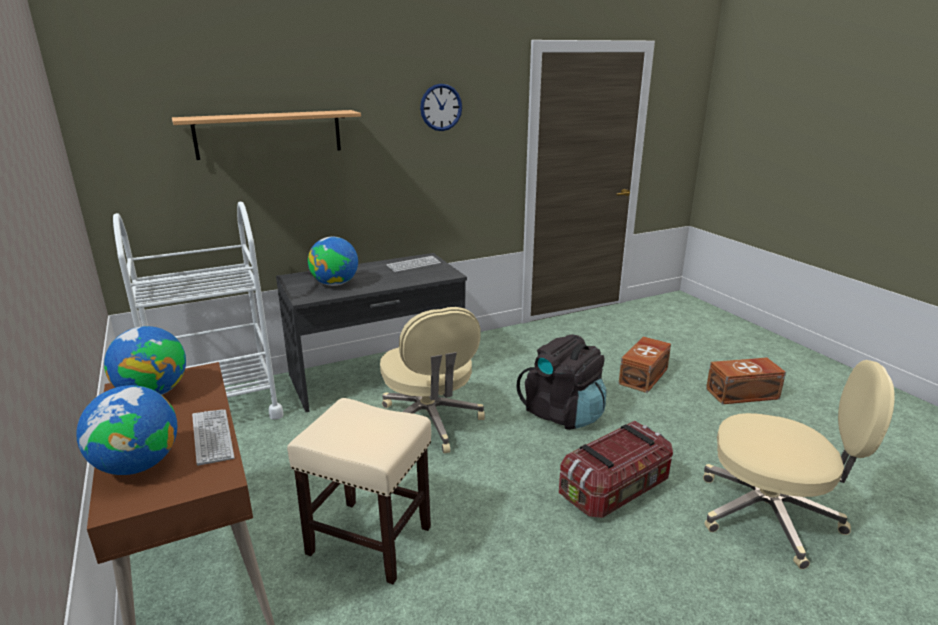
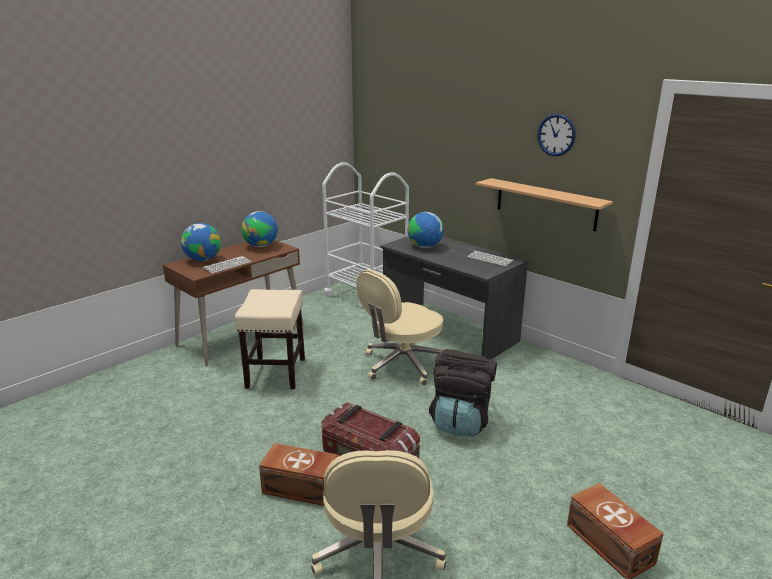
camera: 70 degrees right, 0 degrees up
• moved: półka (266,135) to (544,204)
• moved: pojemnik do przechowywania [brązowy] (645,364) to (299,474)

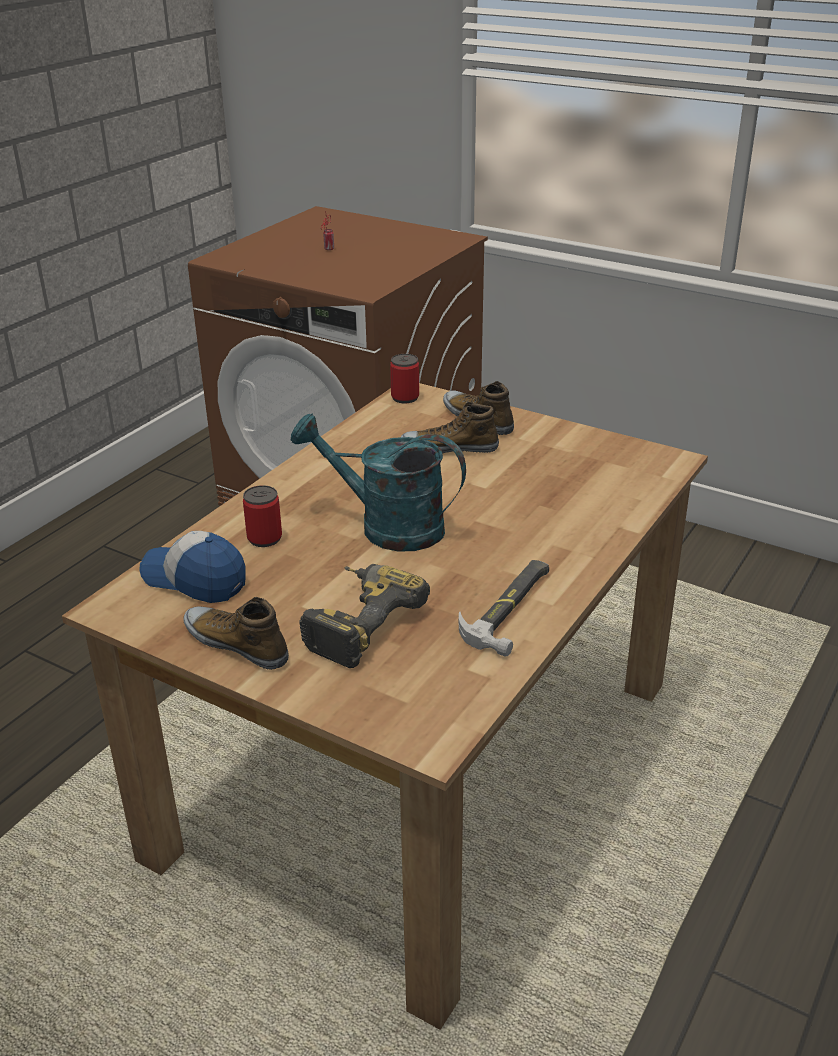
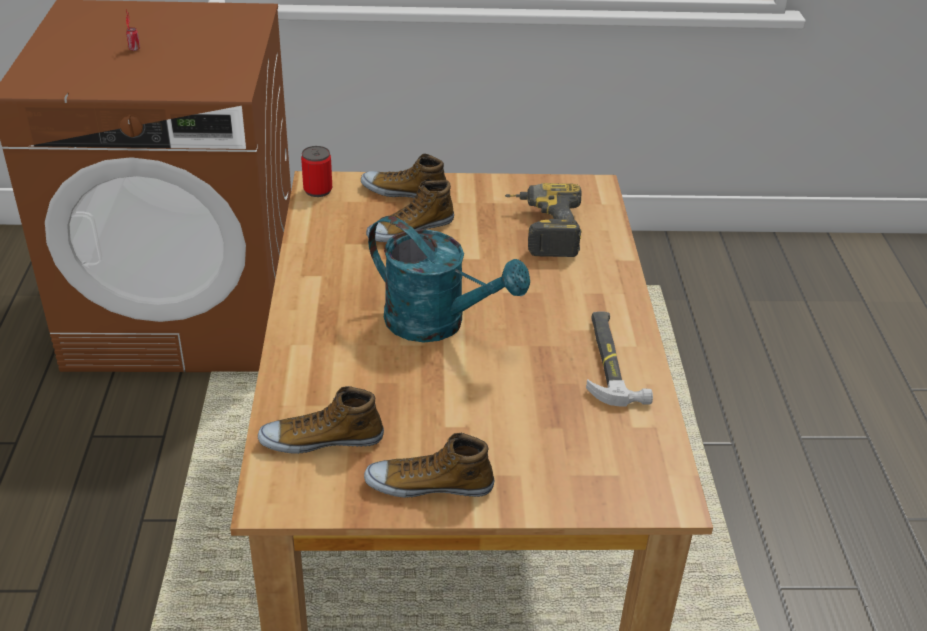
camera: 35 degrees left, 5 degrees up
• replaced: czapka z daszkiem (192,567) to but (321,420)
• removed: puszka (262,516)
• turned: konewka [turkusowy] (378,482) = (449,279) 135 degrees counterclockwise
• moved: wiertarka (364,616) to (543,220)

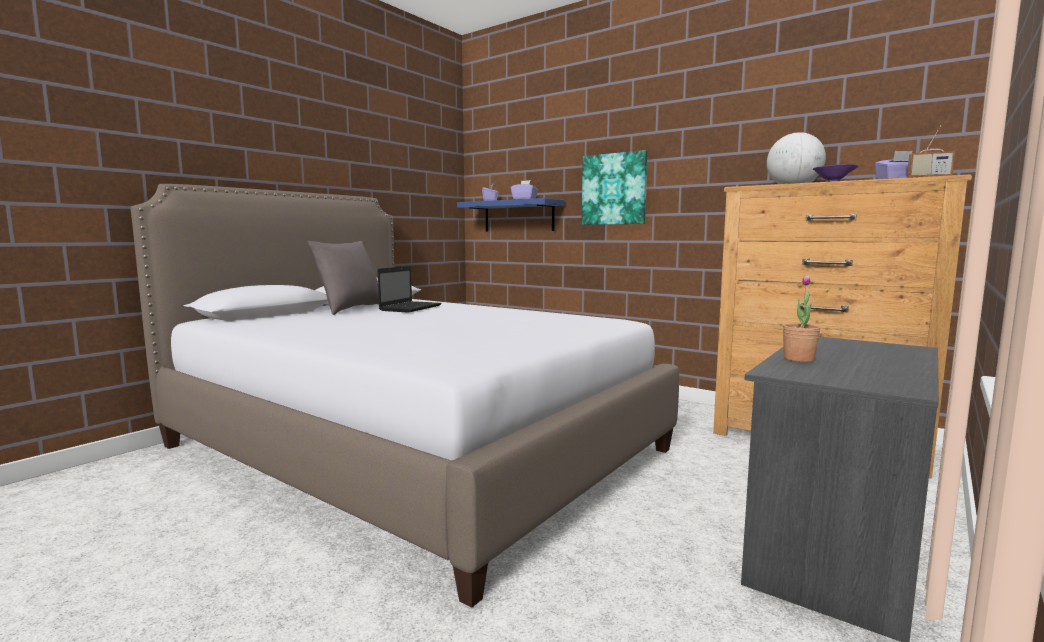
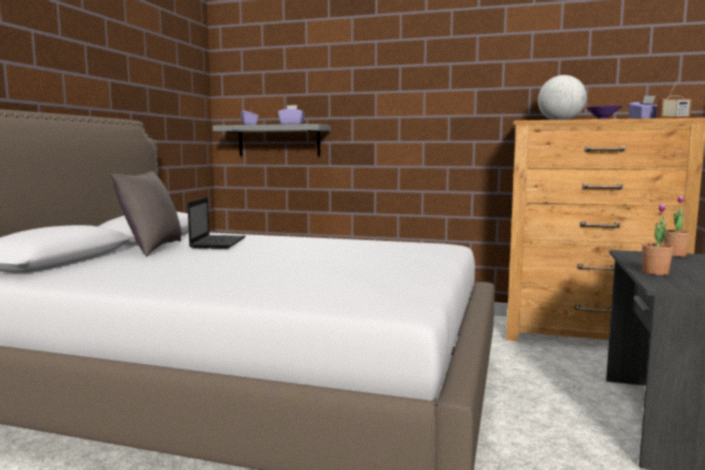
camera: 20 degrees left, 0 degrees up
• recoloured: półka [niebieski] (510,214) to półka [szary] (272,140)
• removed: obraz (615,187)
• added: roślina doniczkowa (677,226)

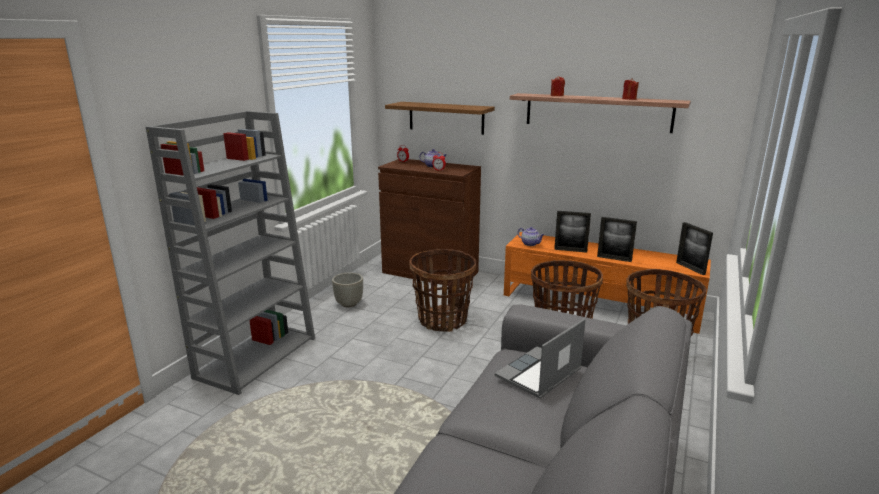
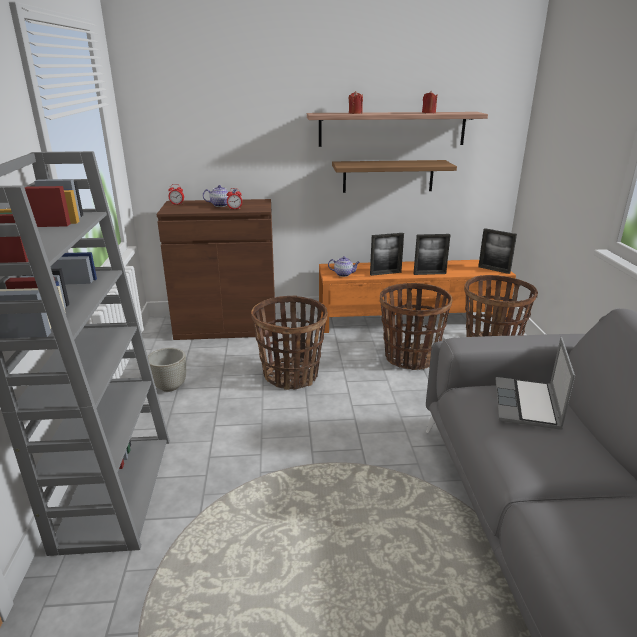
camera: 30 degrees left, 5 degrees up
• moved: półka (440,118) to (394,176)

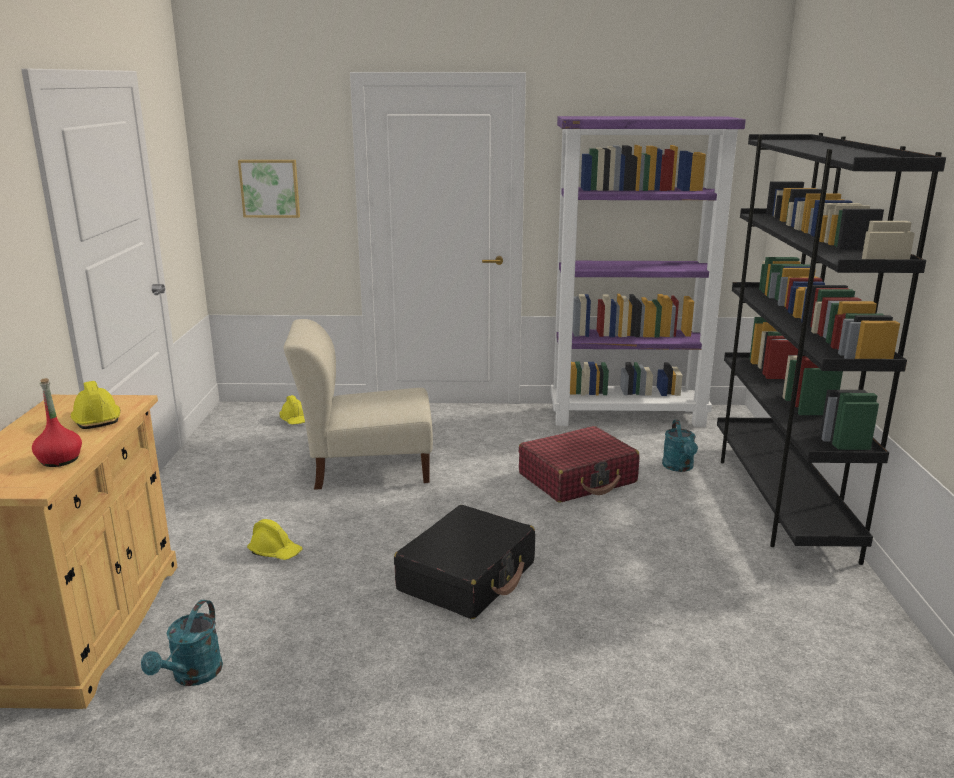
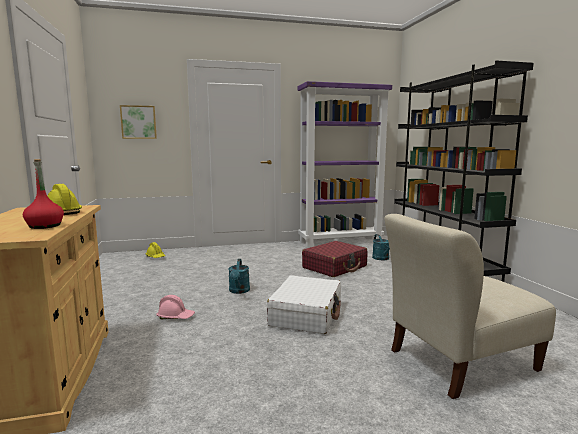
camera: 15 degrees left, 10 degrees down
• moved: konewka [turkusowy] (182,643) to (239,276)
• recoloured: kask [żółty] (275,539) to kask [różowy] (175,307)
• moved: krzesło [beżowy] (358,404) to (470,306)
• recoloured: walizka [czarny] (464,562) to walizka [biały] (304,304)

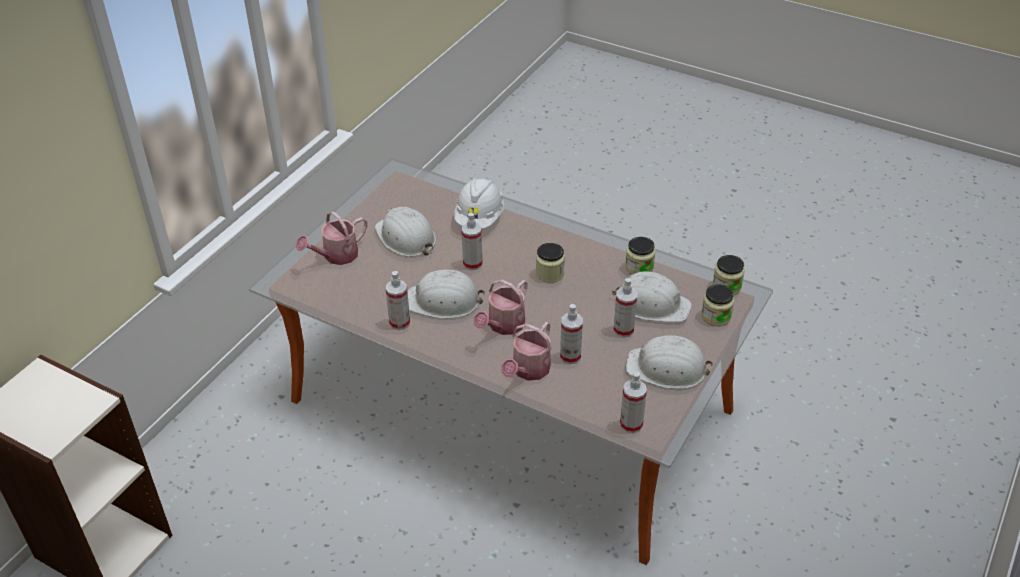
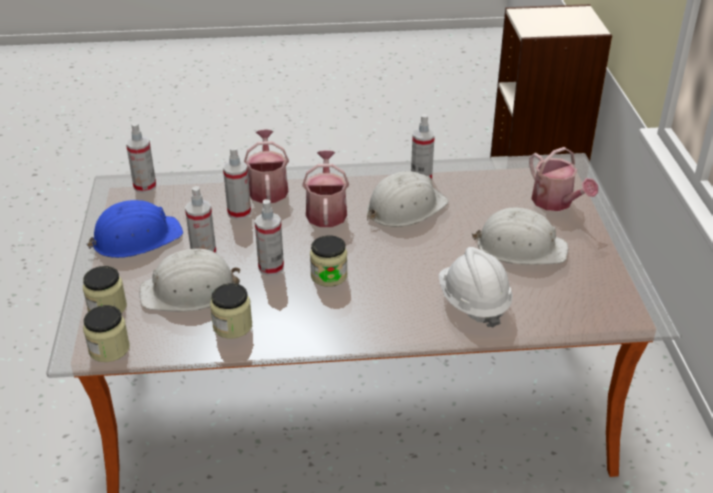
camera: 145 degrees right, 5 degrees down
• turned: konewka (331,238) = (563,179) 135 degrees clockwise
• moved: spryskiwacz (472,241) to (269,237)
• recoloured: kask [biały] (669,362) to kask [niebieski] (134,229)

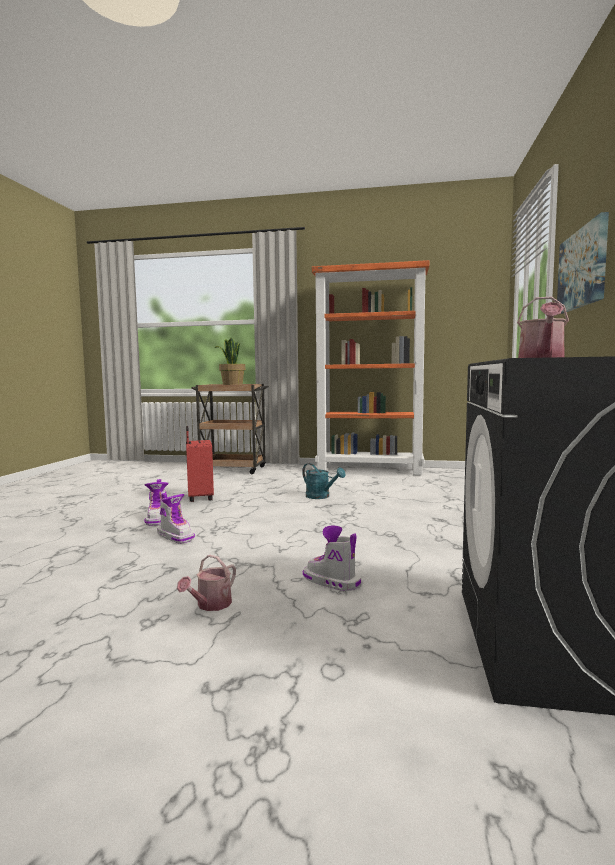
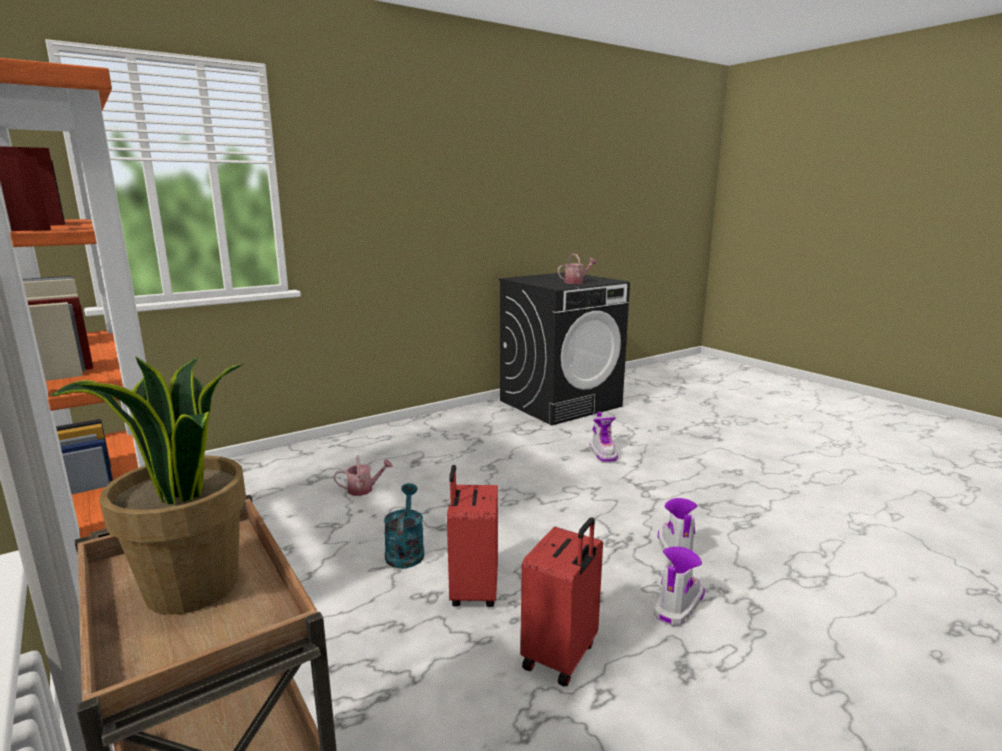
camera: 135 degrees left, 10 degrees up
• moved: konewka (206,583) to (363,475)
• removed: obraz (583,263)
• added: walizka [czerwony] (472,536)

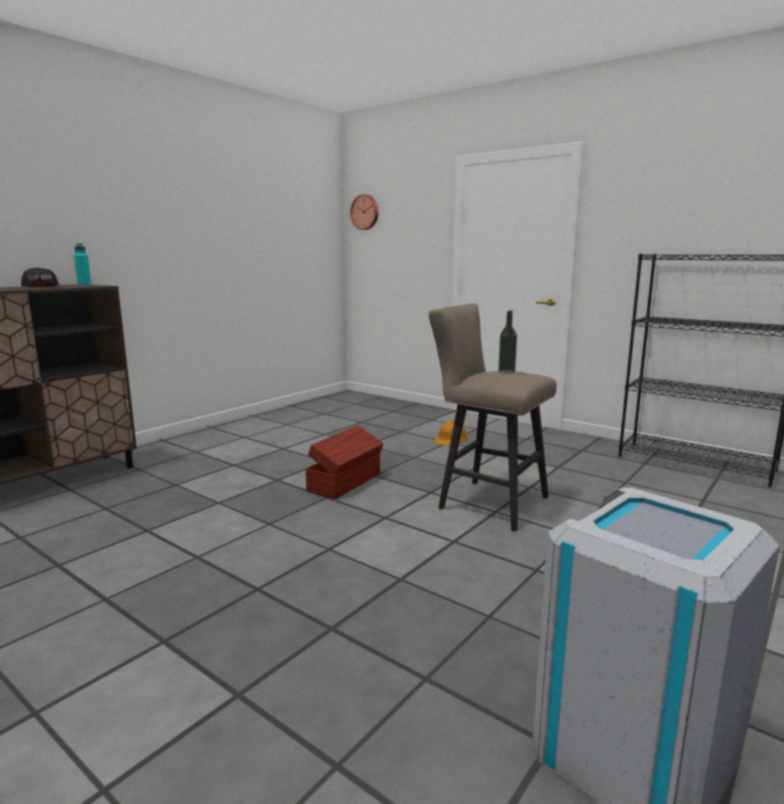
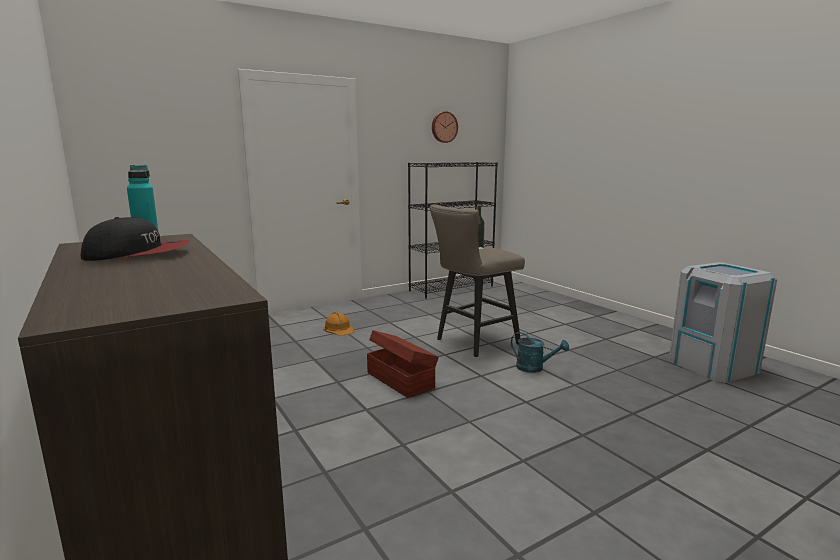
camera: 70 degrees left, 0 degrees up
• moved: zegar ścienny (364,212) to (445,127)
• added: konewka [turkusowy] (540,352)

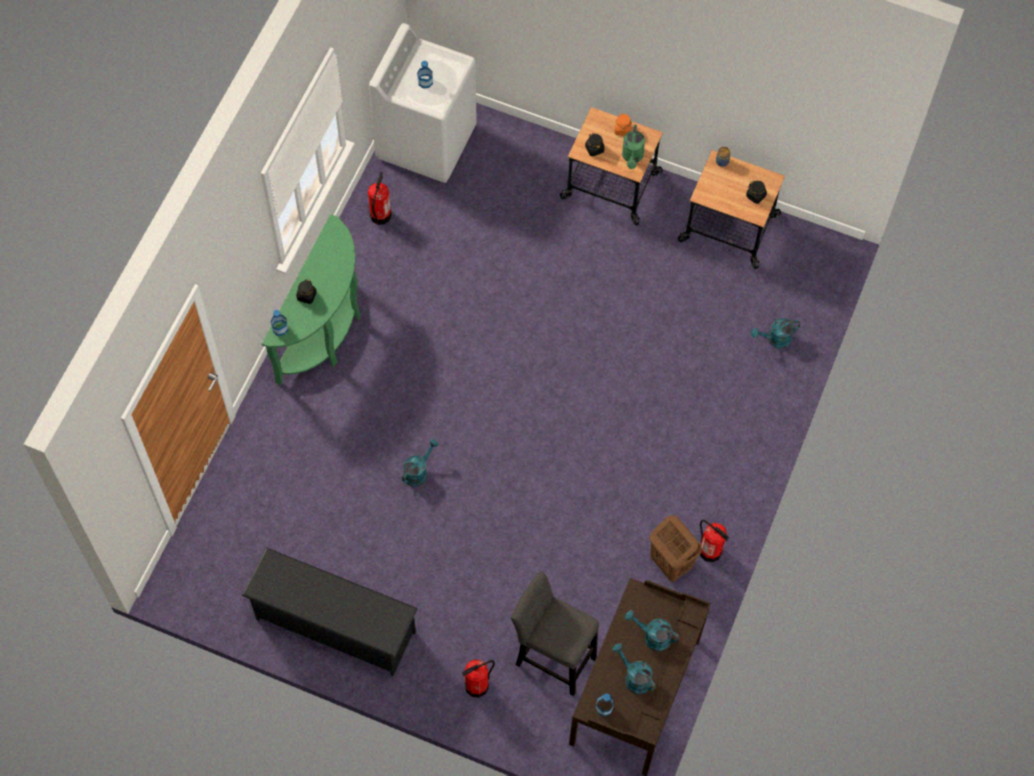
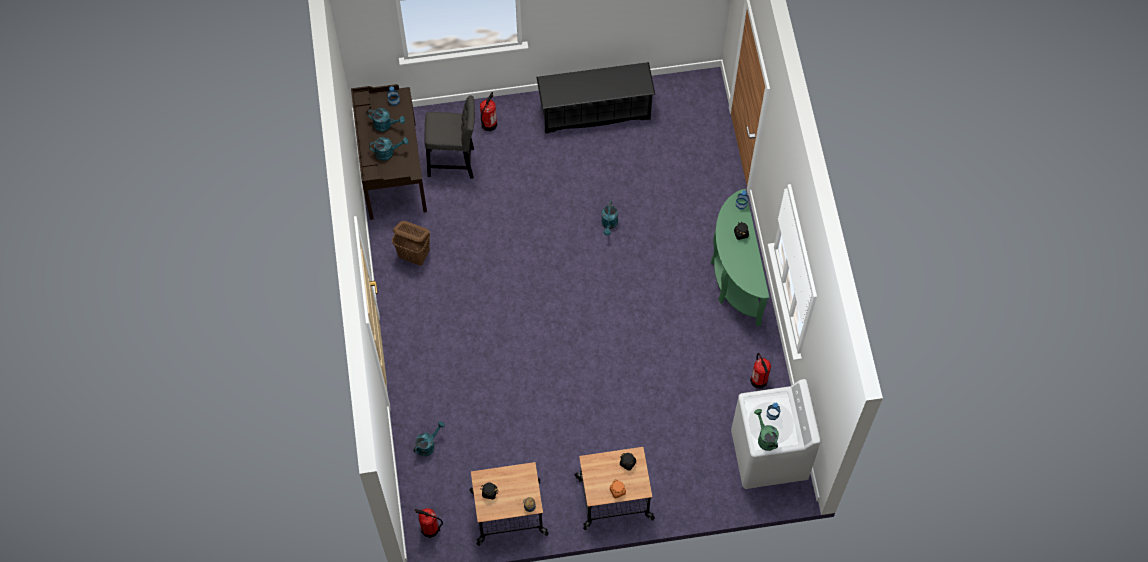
camera: 150 degrees right, 0 degrees up
• moved: konewka [zielony] (633,147) to (766,430)
• moved: gaśnica (714,541) to (429,523)

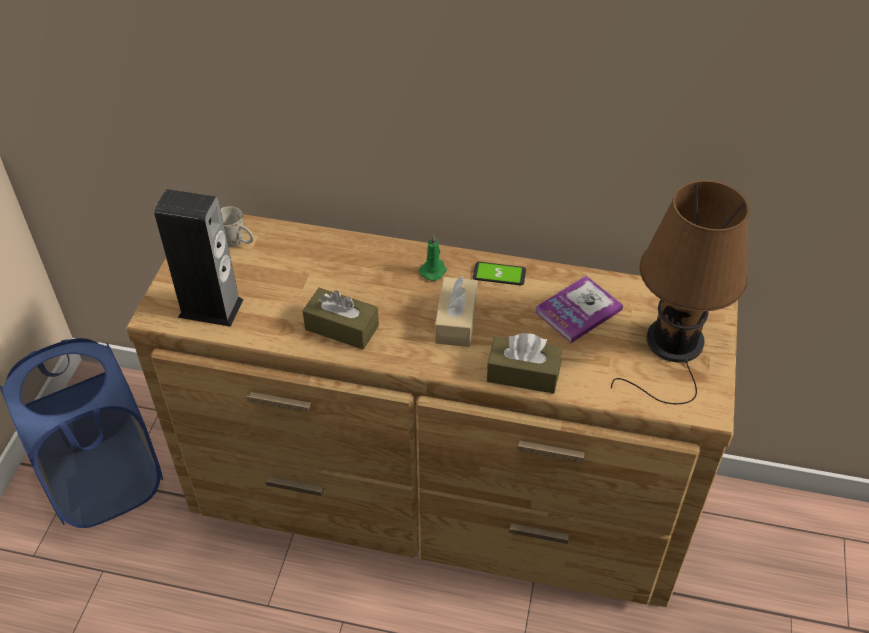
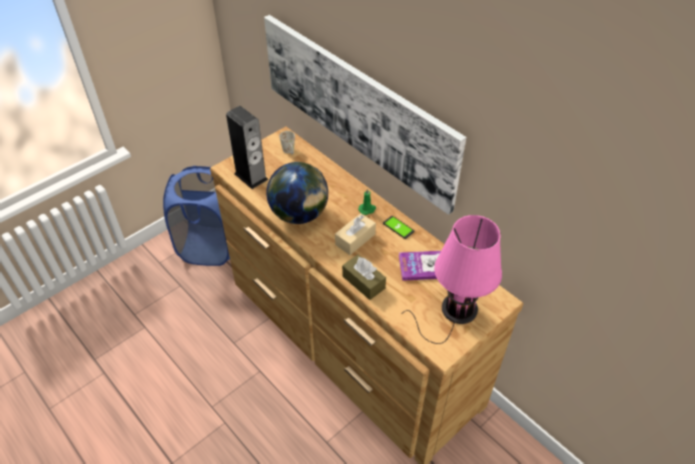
camera: 35 degrees right, 0 degrees up
• replaced: pudełko chusteczek [brązowy] (341,318) to globus (297,193)
• recoloured: lampa stołowa [brązowy] (680,292) to lampa stołowa [różowy] (451,279)
• added: obraz (365,115)

